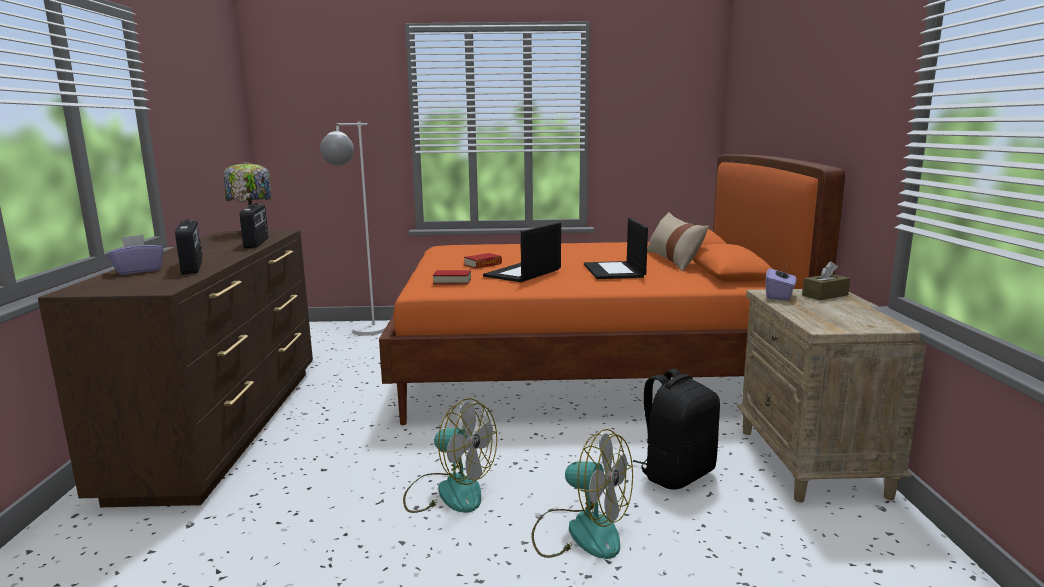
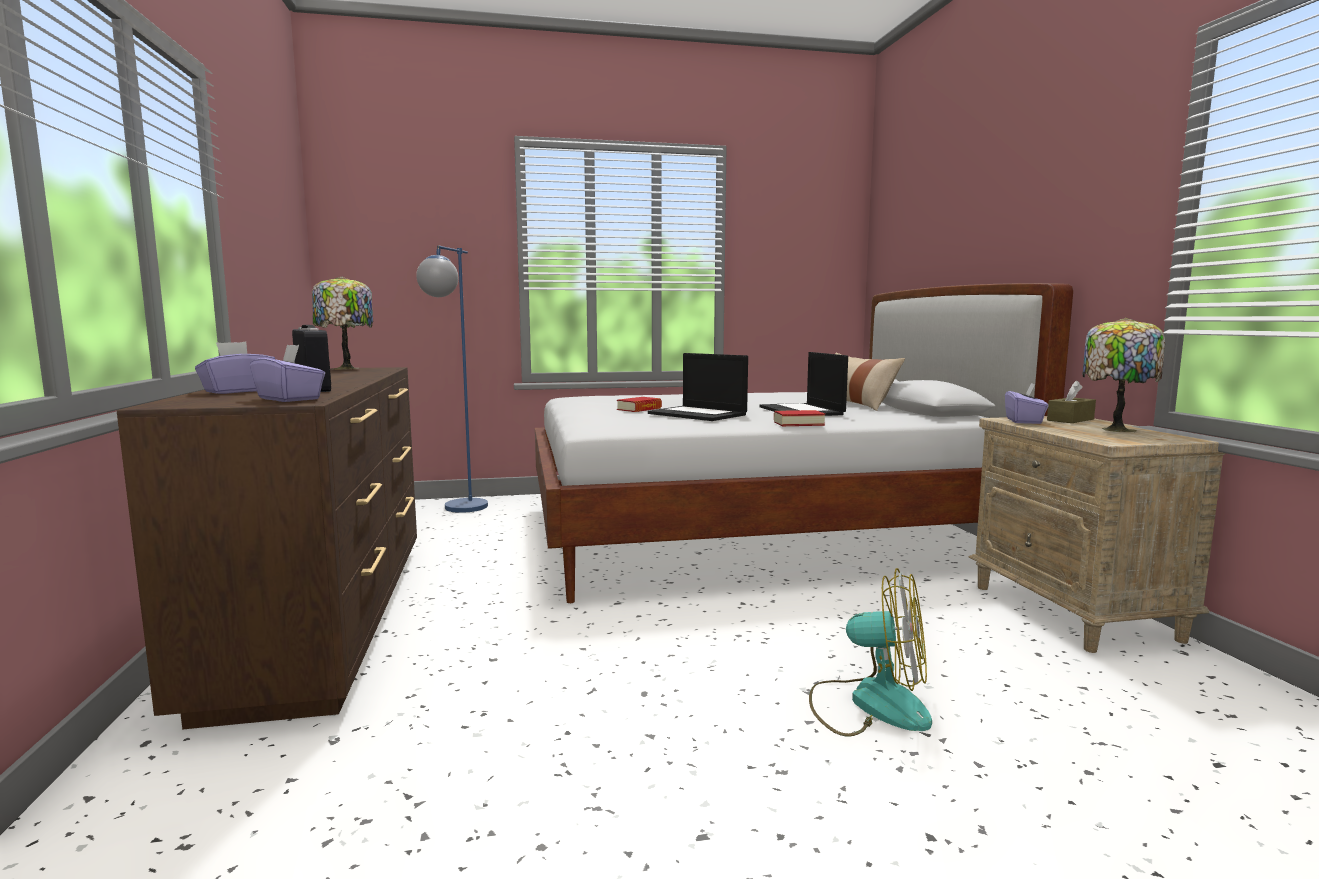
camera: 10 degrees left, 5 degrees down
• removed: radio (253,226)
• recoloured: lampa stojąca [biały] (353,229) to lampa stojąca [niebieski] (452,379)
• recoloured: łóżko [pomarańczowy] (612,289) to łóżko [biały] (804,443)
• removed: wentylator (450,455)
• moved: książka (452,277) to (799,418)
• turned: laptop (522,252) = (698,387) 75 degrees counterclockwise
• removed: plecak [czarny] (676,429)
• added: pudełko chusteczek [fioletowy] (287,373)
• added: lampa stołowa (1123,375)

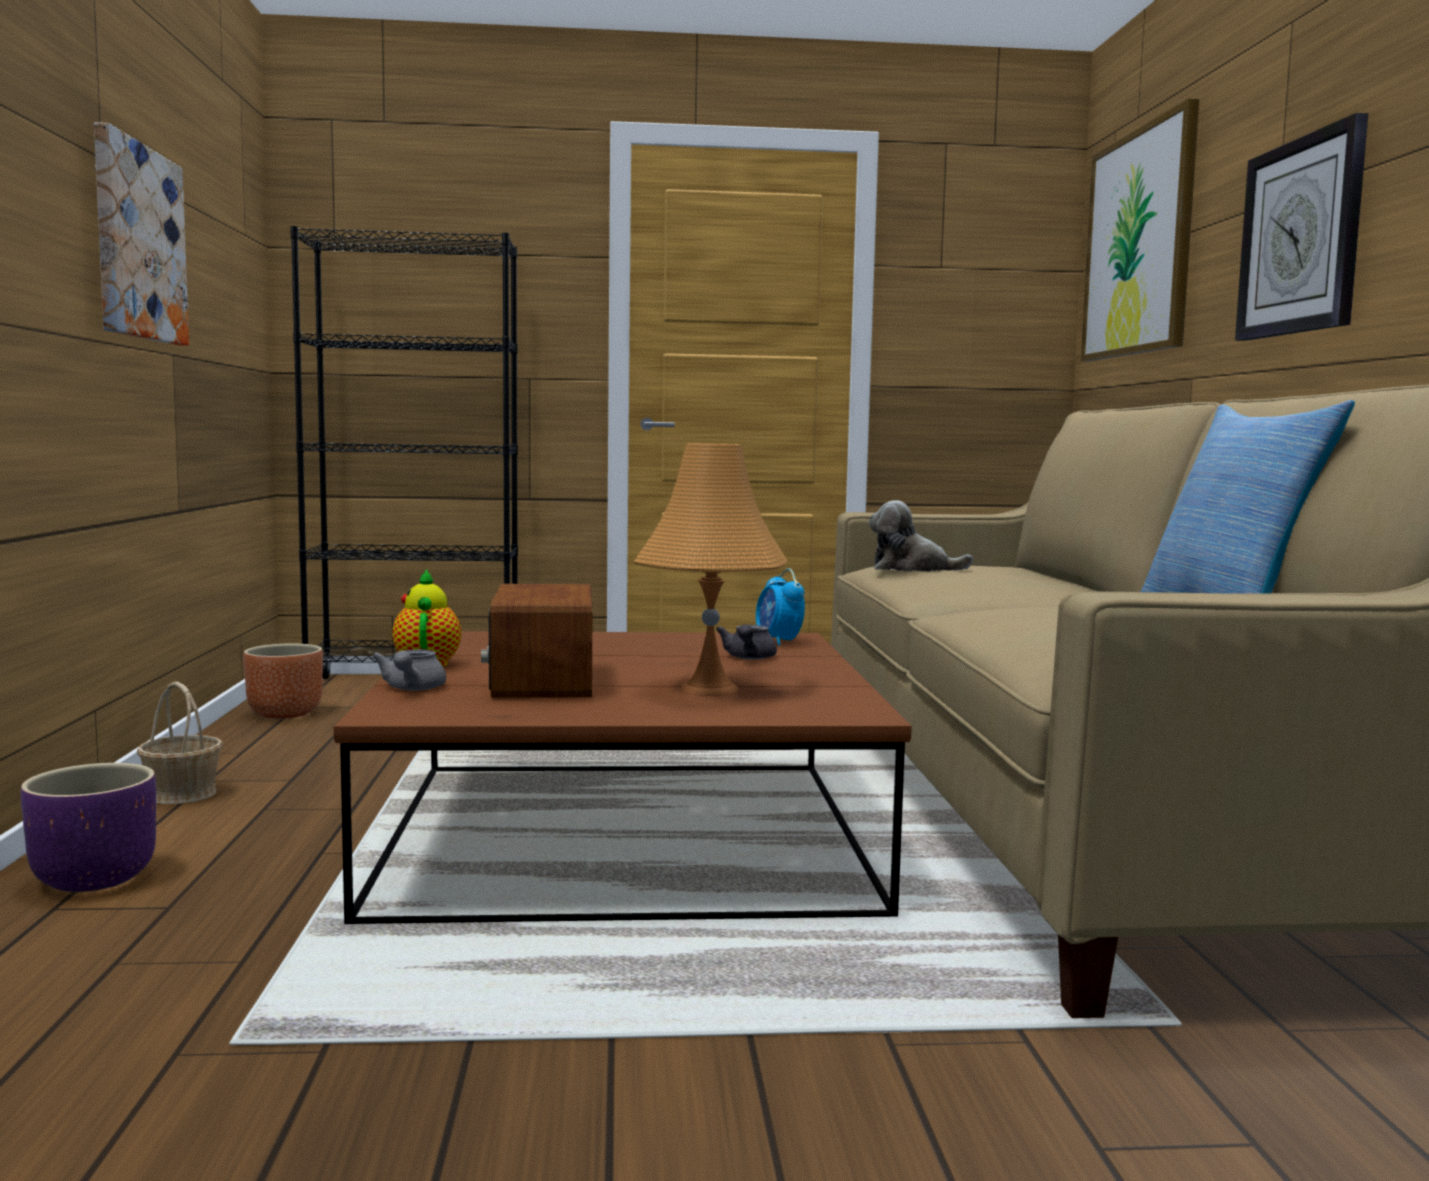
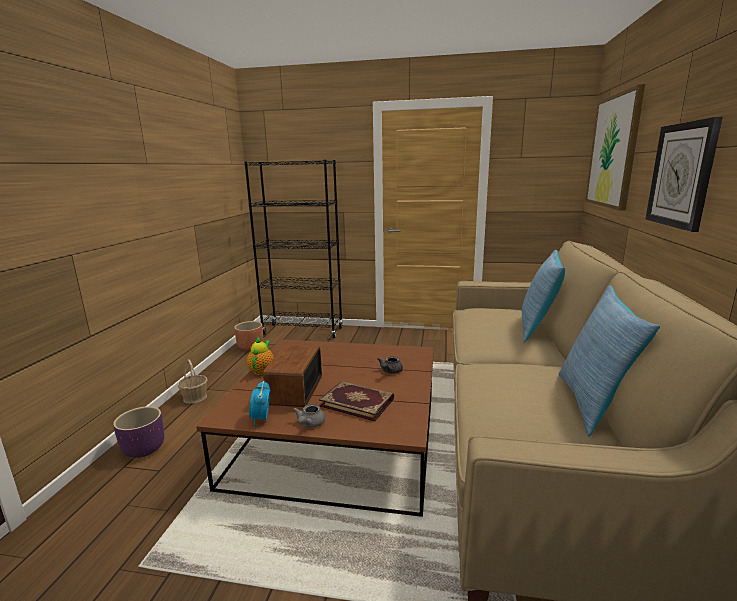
camera: 15 degrees right, 10 degrees up
• removed: obraz (141,234)
• moved: imbryk [szary] (409,670) to (309,415)
• replaced: lampa stołowa [pomarańczowy] (710,569) to książka (356,401)
• moved: budzik (780,607) to (259,403)
• removed: pluszak (921,536)
• added: poduszka (543,296)

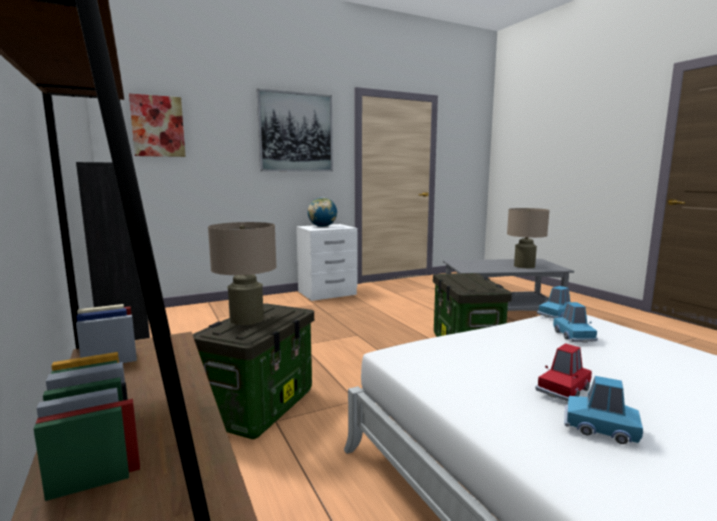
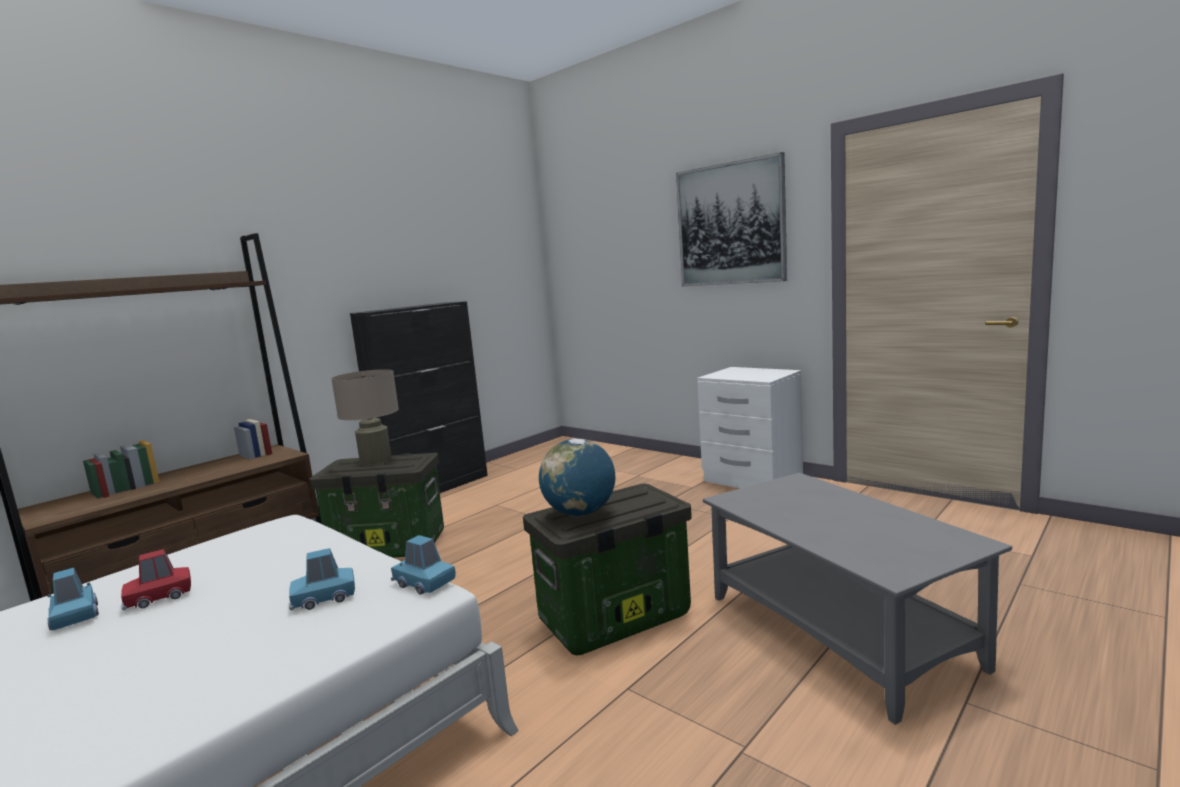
camera: 70 degrees right, 0 degrees up
• removed: obraz (157,125)
• moved: globus (322,212) to (577,477)
• removed: lampa stołowa [beżowy] (528,238)
• turned: samochodzik [czerwony] (564,372) = (156,579) 60 degrees counterclockwise
• turned: samochodzik [niebieski] (603,410) = (73,599) 45 degrees counterclockwise

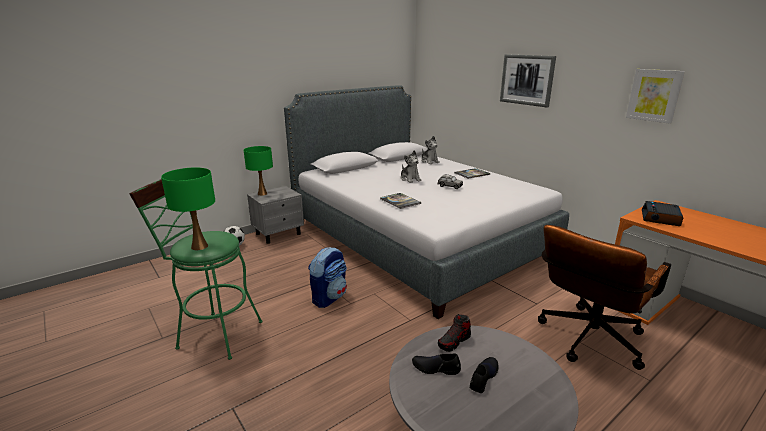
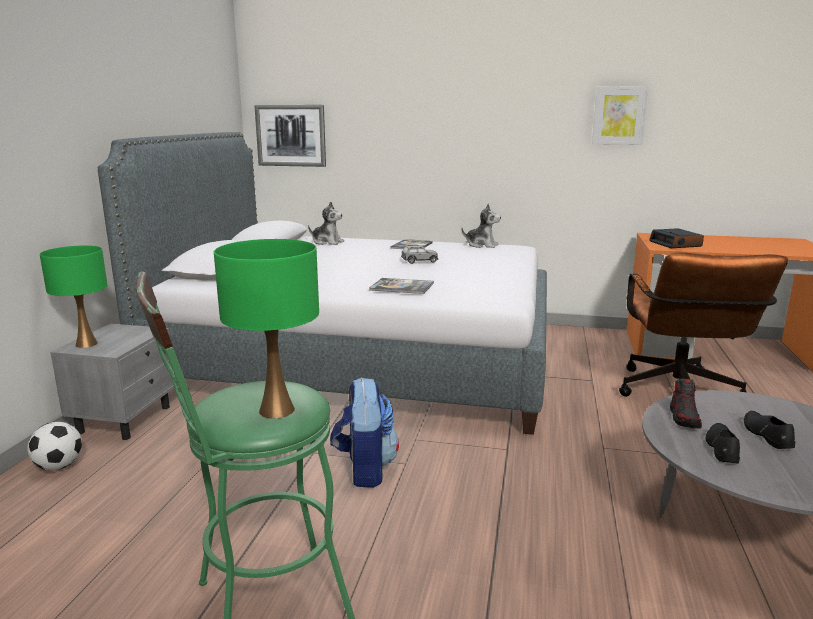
camera: 40 degrees left, 5 degrees down
• moved: pluszak (411,166) to (481,226)
• turned: but [czarny] (436,364) = (723,443) 135 degrees clockwise
• moved: obraz (528,81) to (290,136)

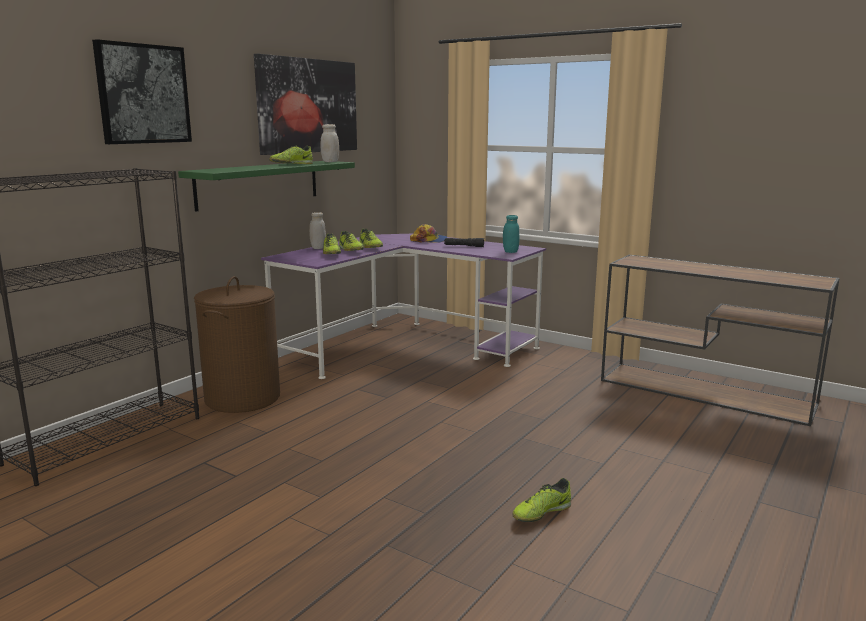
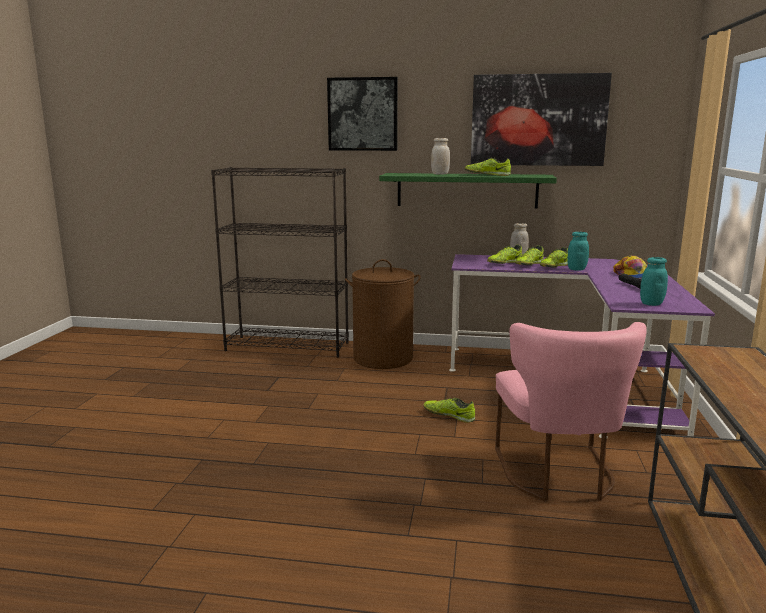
camera: 65 degrees right, 0 degrees up
• moved: słoik [biały] (329,143) to (440,156)
• moved: but (541,500) to (449,410)
• added: krzesło [różowy] (571,412)
• added: słoik [turkusowy] (578,251)

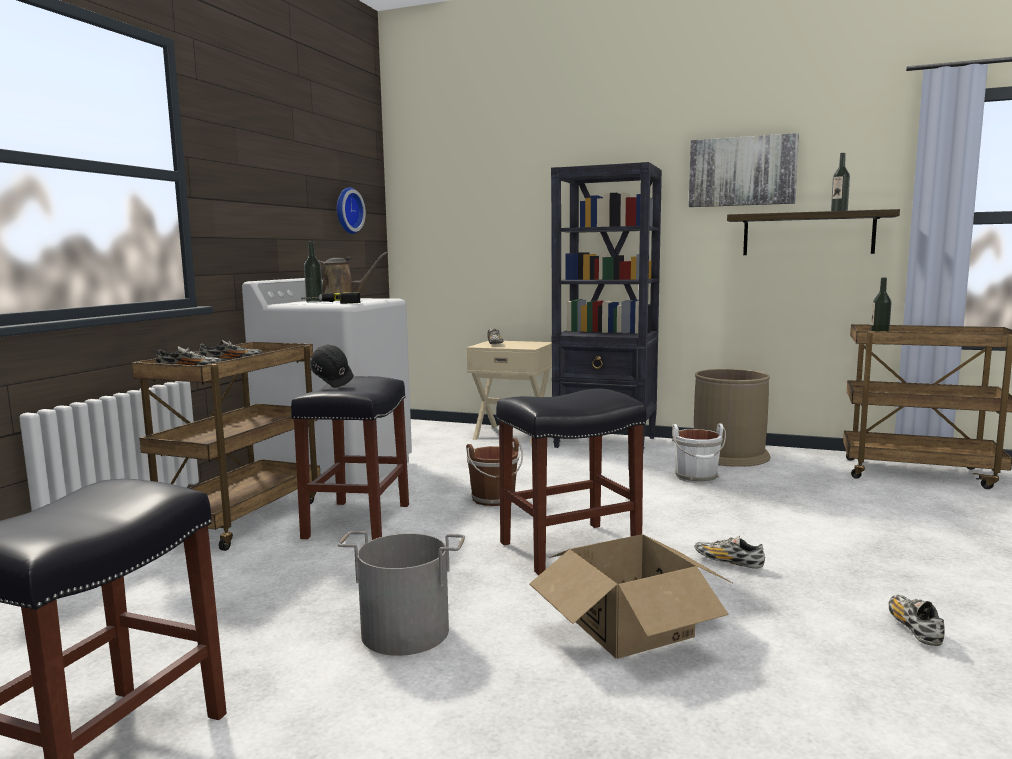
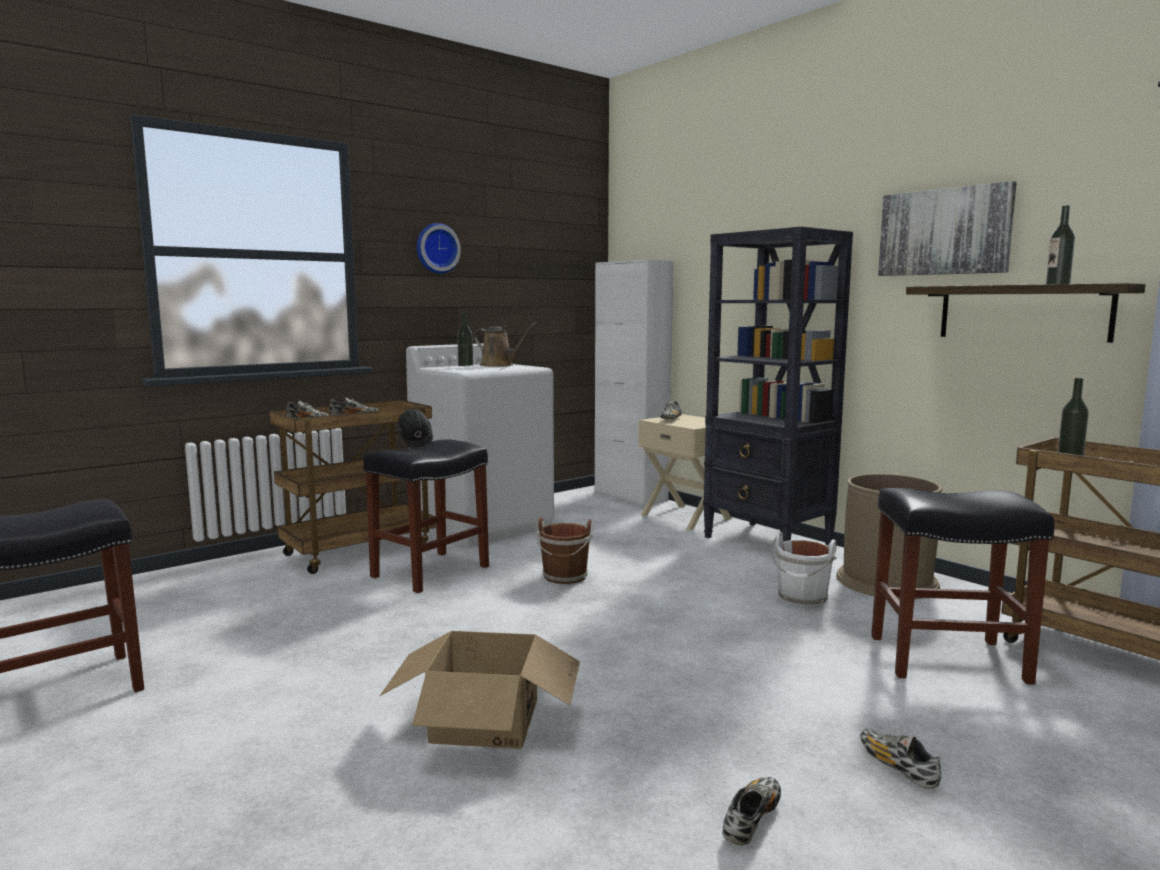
camera: 30 degrees right, 0 degrees up
• removed: wiertarka (330,298)
• moved: zegar ścienny (351,210) to (439,248)
• removed: wiadro [szary] (401,593)
• moved: stołek [czarny] (571,482) to (963,586)
• moved: but (730,552) to (900,759)
• added: szafka [biały] (634,382)

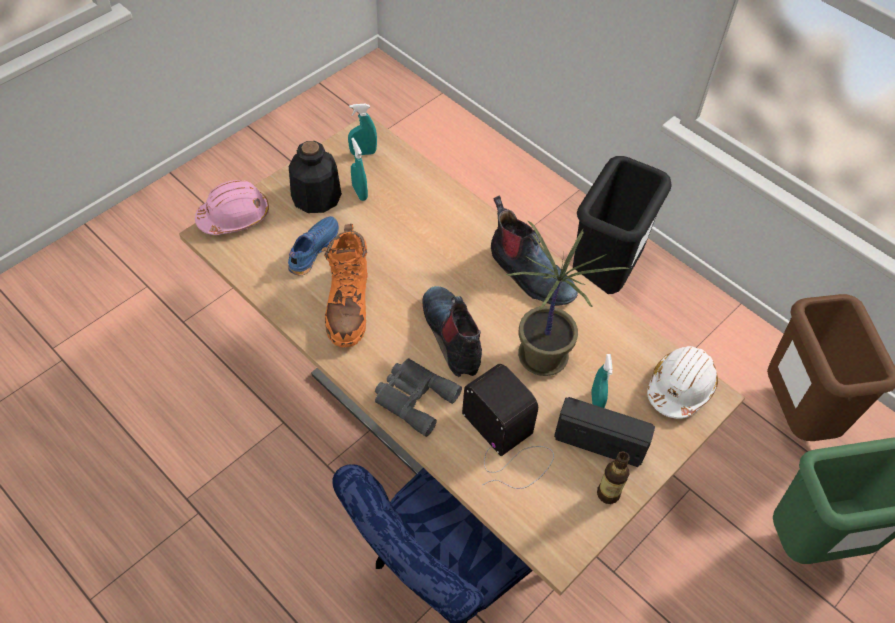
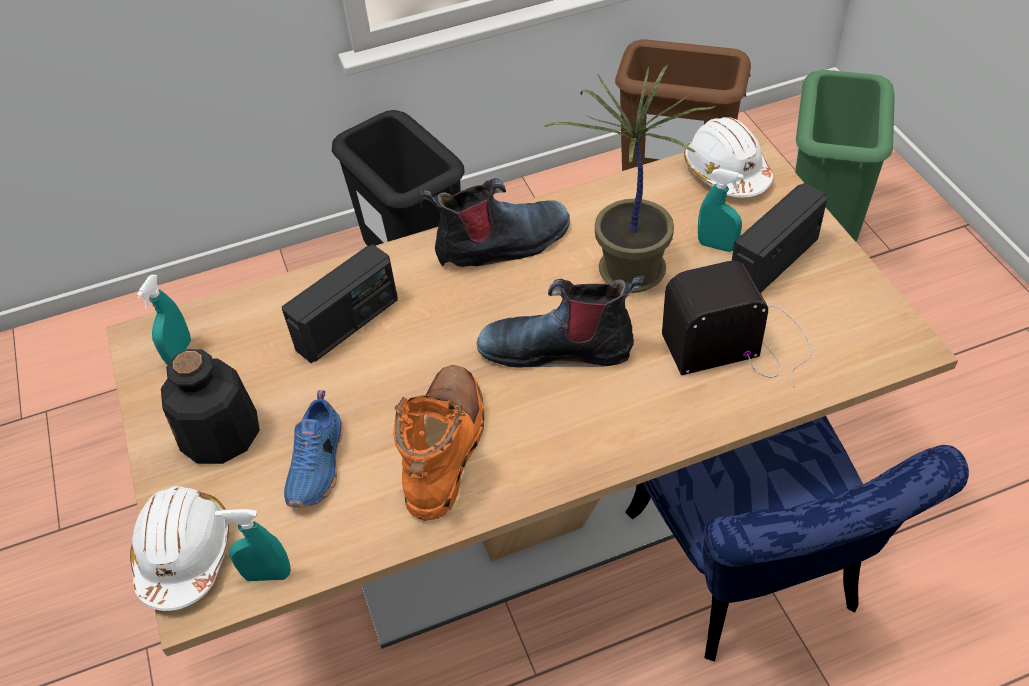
camera: 60 degrees left, 5 degrees down
• recoloured: kask [różowy] (232,207) to kask [biały] (179,548)
• turned: but [niebieski] (313,245) = (313,449) 135 degrees counterclockwise
• turned: but z cholewką [pomarańczowy] (346,285) = (439,443) 105 degrees counterclockwise
• moved: spryskiwacz [turkusowy] (359,169) to (253,545)
• removed: lornetka [szary] (418,397)
• removed: butelka (613,477)
• added: radio (340,303)

